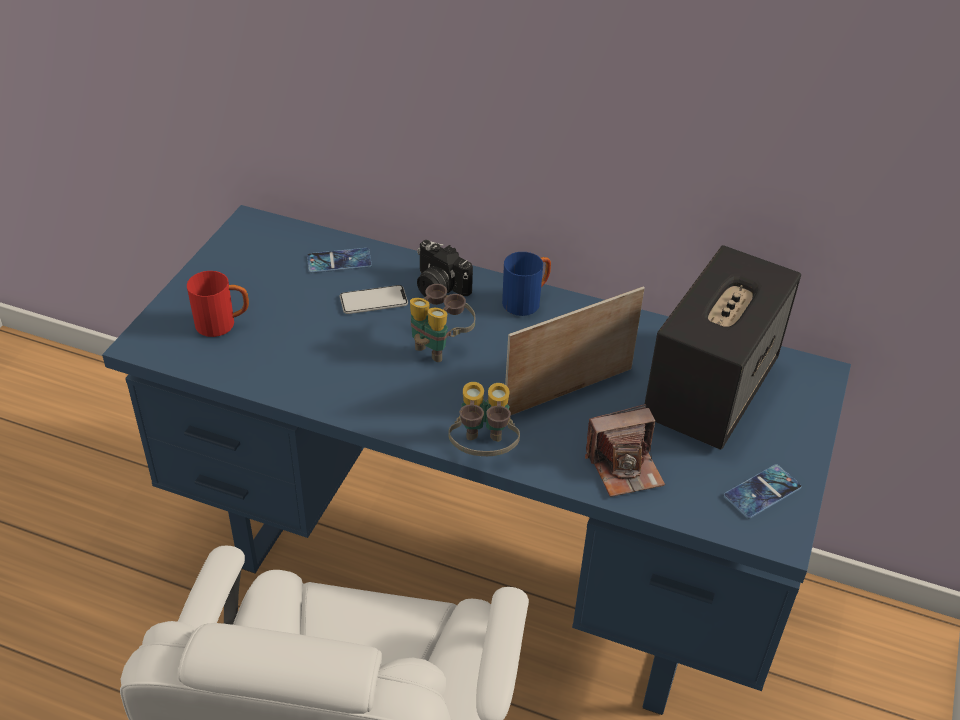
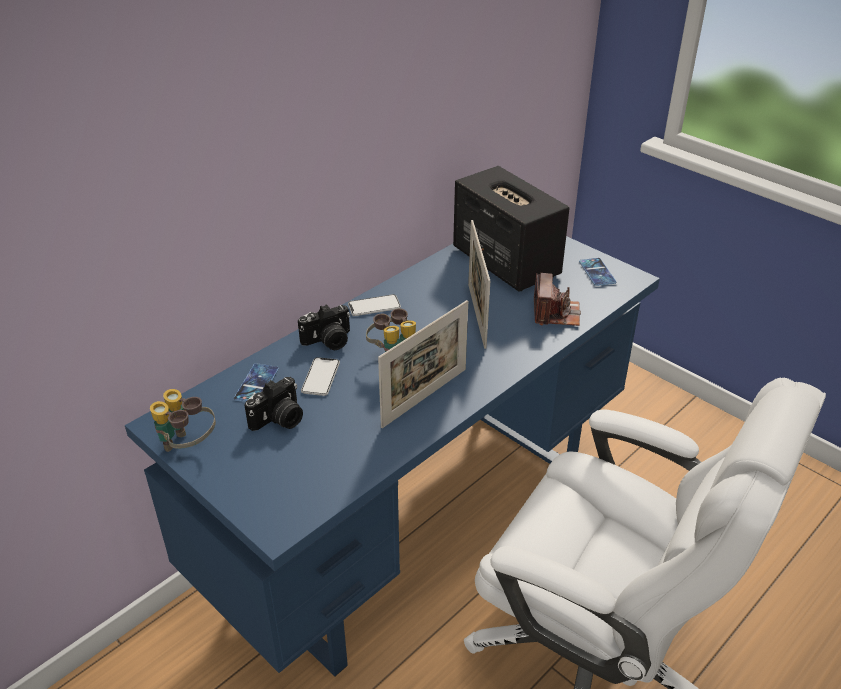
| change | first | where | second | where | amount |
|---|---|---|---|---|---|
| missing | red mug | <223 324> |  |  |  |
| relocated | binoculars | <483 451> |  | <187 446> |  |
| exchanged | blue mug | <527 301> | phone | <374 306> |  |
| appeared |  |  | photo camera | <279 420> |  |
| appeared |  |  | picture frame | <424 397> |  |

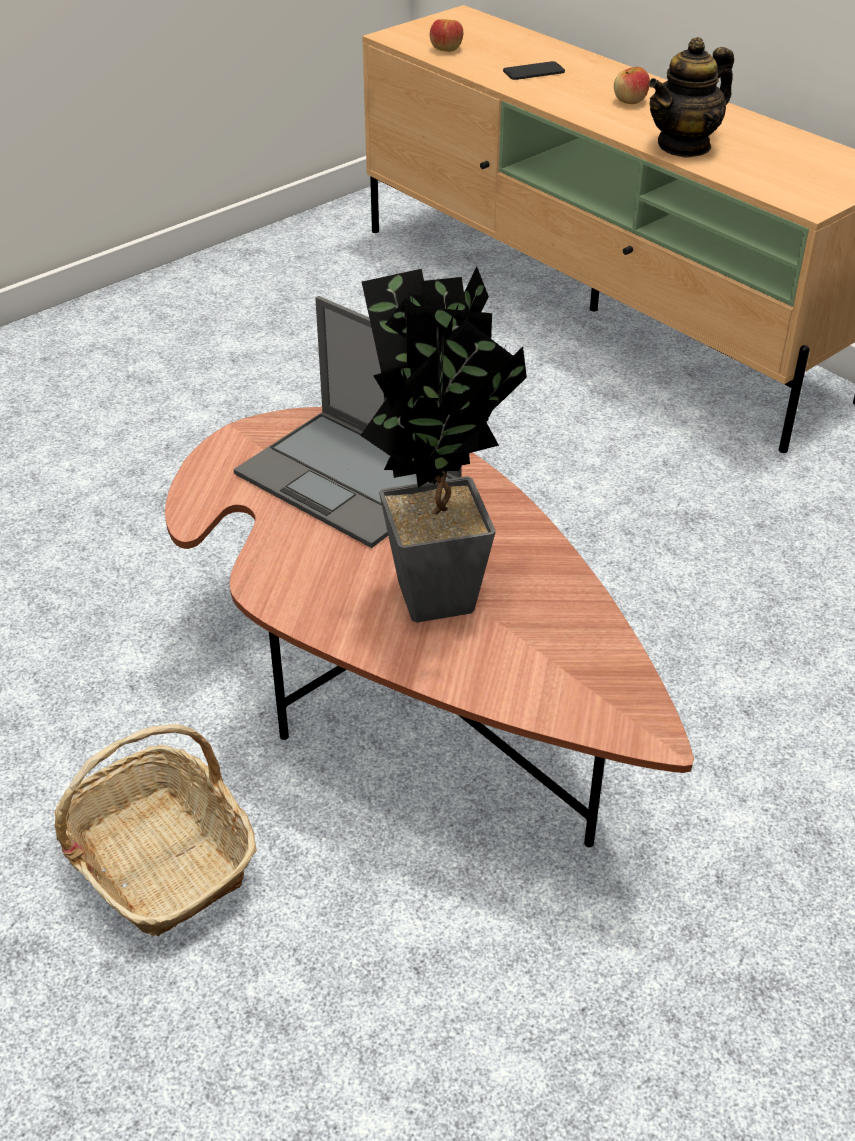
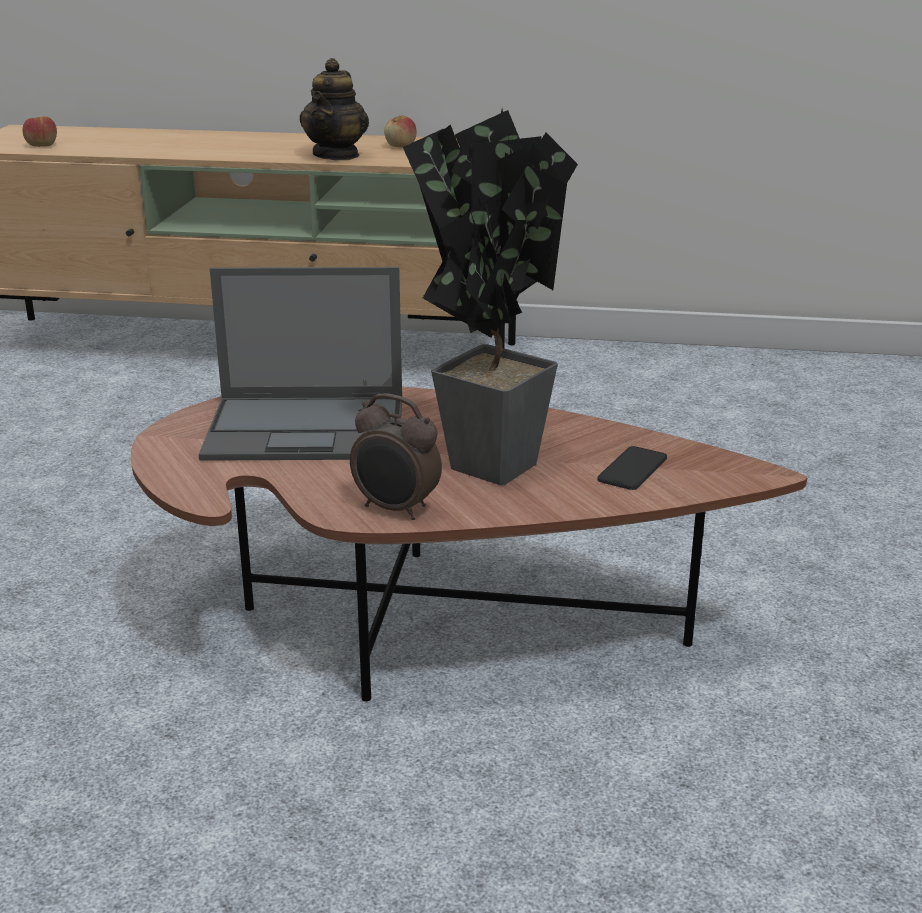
| change | first | where | second | where | amount |
|---|---|---|---|---|---|
| missing | basket | <158 858> |  |  |  |
| relocated | phone | <533 72> |  | <632 469> |  |
| relocated | apple | <630 101> |  | <400 146> |  |
| appeared |  |  | alarm clock | <396 510> |  |

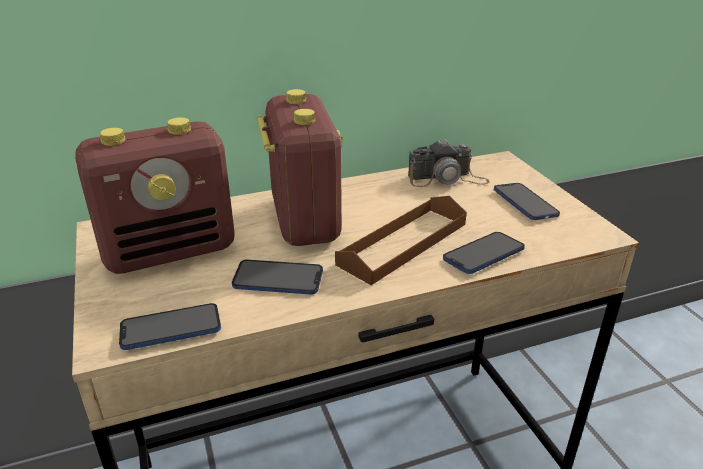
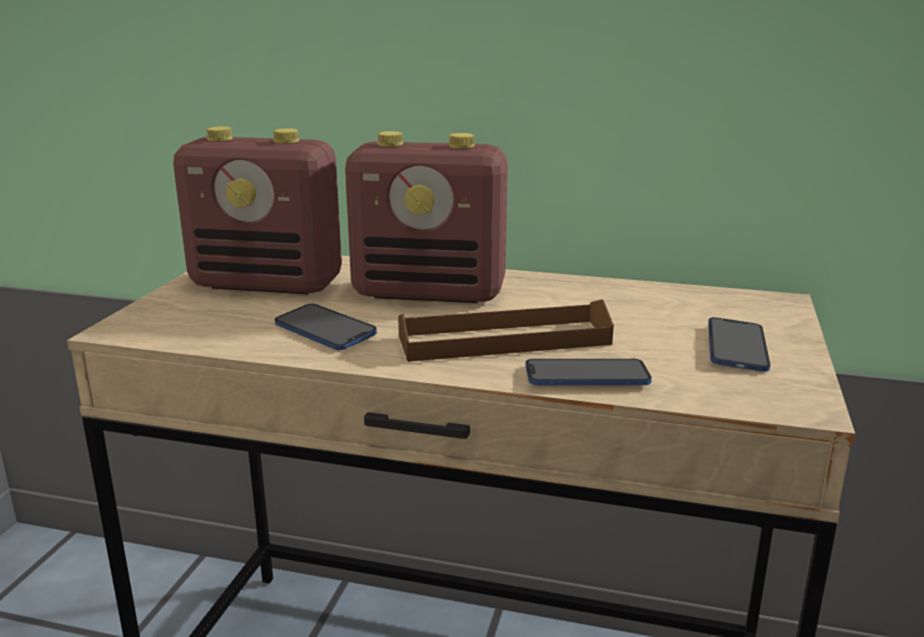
| change | first | where | second | where | amount |
|---|---|---|---|---|---|
| missing | phone | <171 328> |  |  |  |
| spun | radio | <304 219> |  | <431 293> | 75 degrees clockwise |
| missing | photo camera | <447 179> |  |  |  |

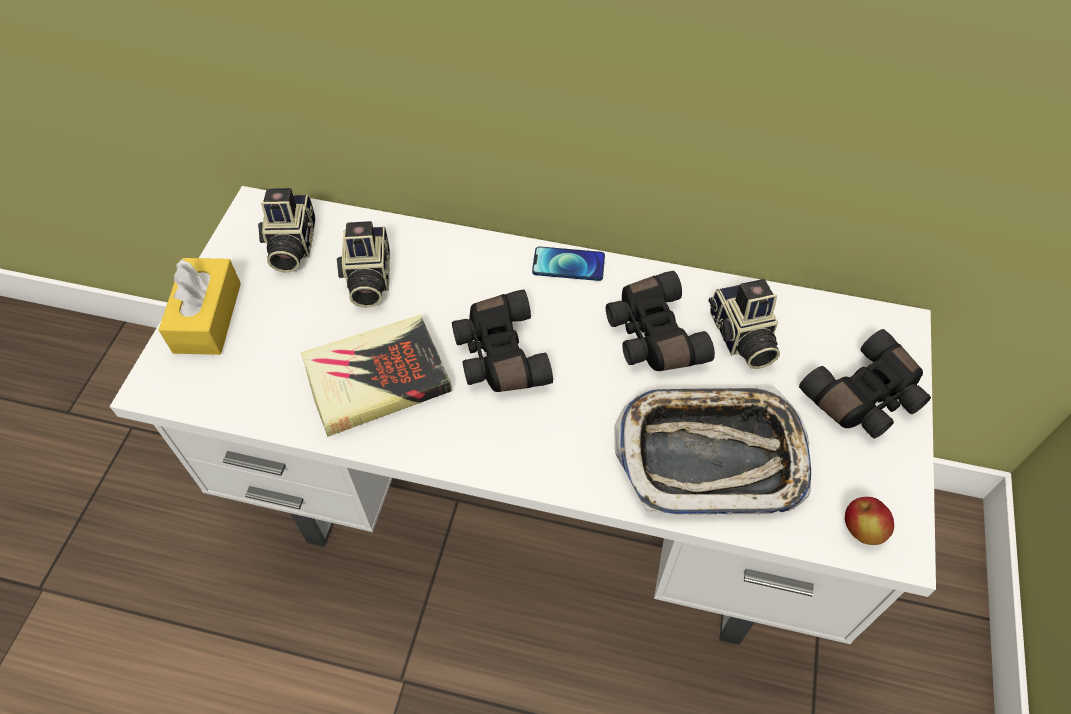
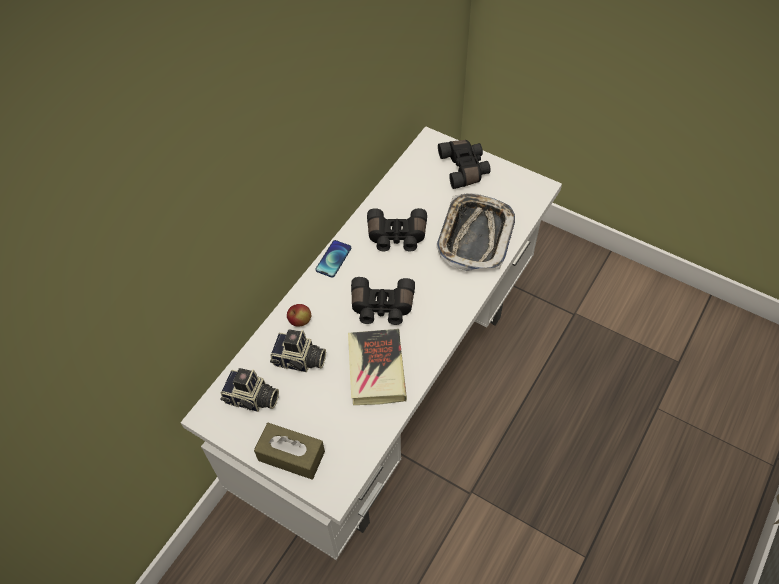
| change | first | where | second | where | amount |
|---|---|---|---|---|---|
| colour | yellow tissue box | <207 317> | brown tissue box | <291 456> |  |
| missing | photo camera | <740 338> |  |  |  |
| relocated | apple | <861 530> |  | <300 321> |  |

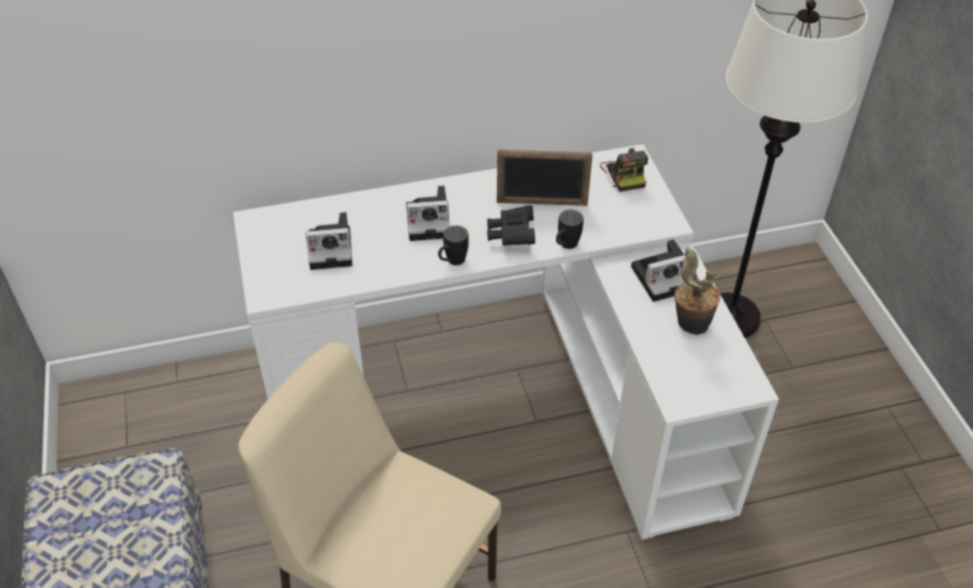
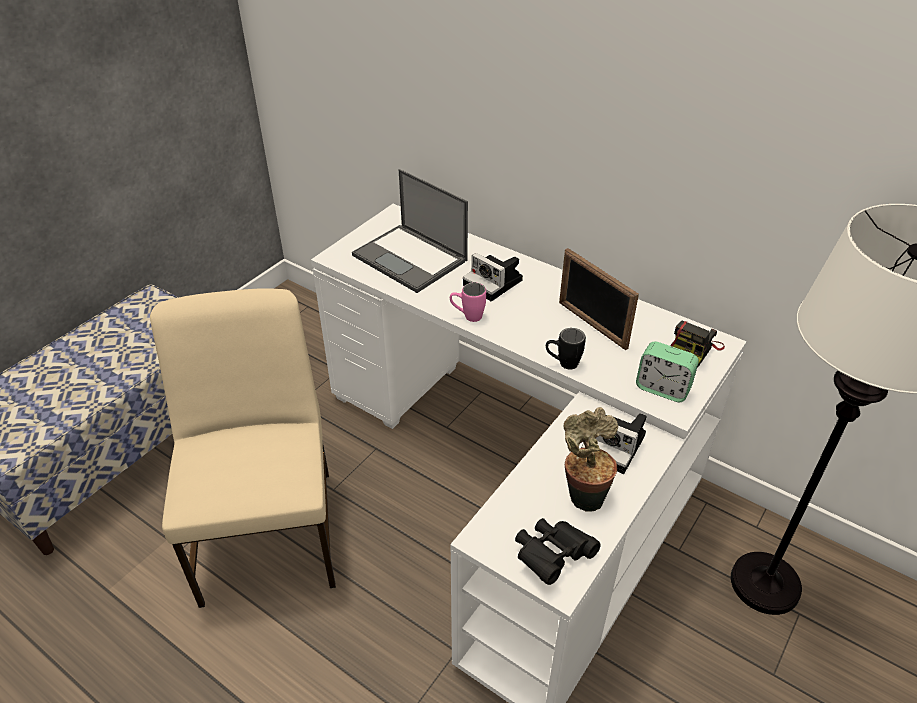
| change | first | where | second | where | amount |
|---|---|---|---|---|---|
| exchanged | photo camera | <333 249> | laptop | <411 258> |  |
| colour | black mug | <452 262> | pink mug | <467 316> |  |
| relocated | black binoculars | <511 235> |  | <552 556> |  |
| appeared |  |  | alarm clock | <662 388> |  |

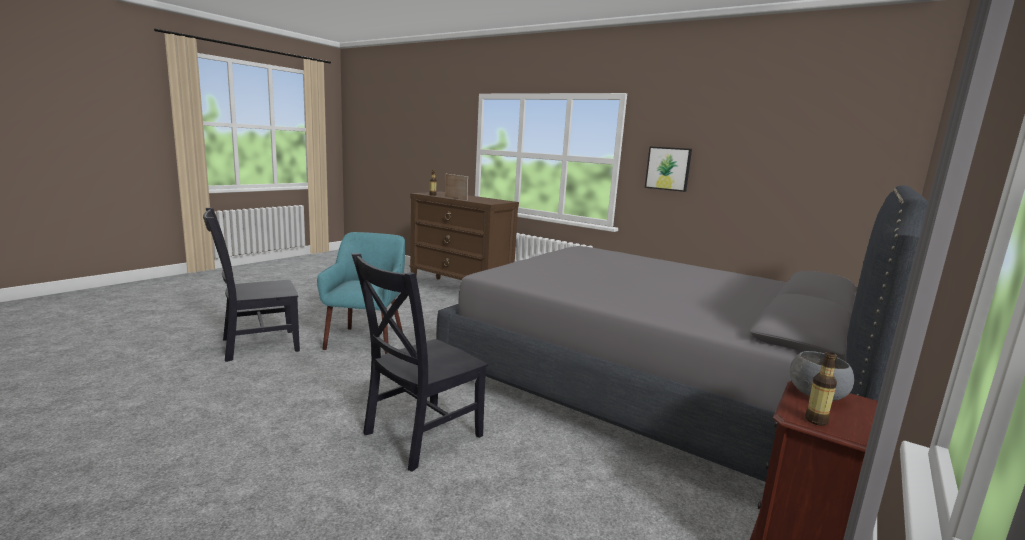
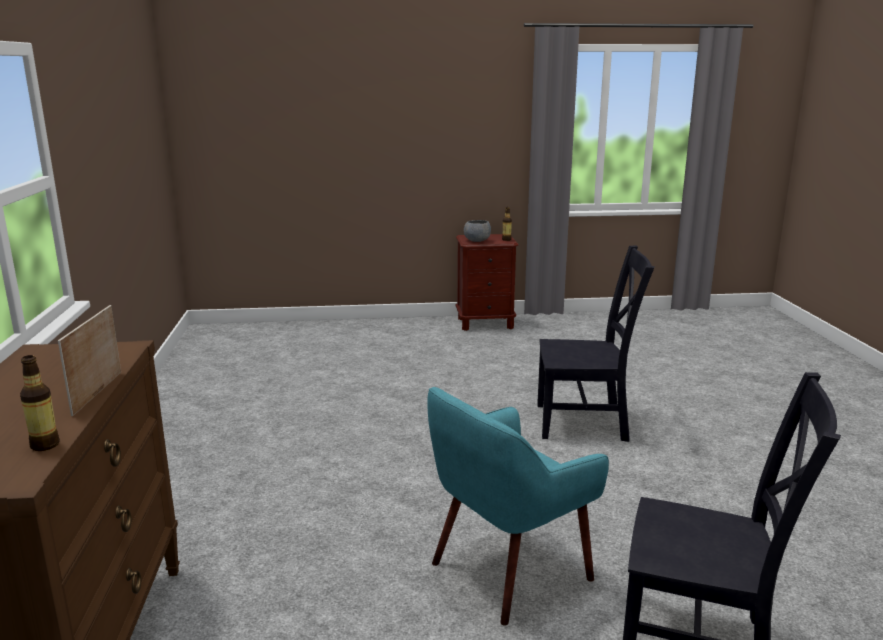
| change | first | where | second | where | amount |
|---|---|---|---|---|---|
| missing | grey bed | <650 388> |  |  |  |
| missing | picture | <668 168> |  |  |  |

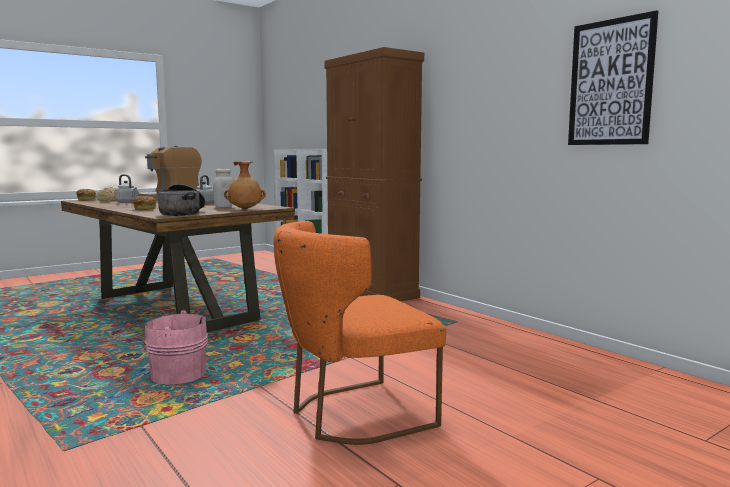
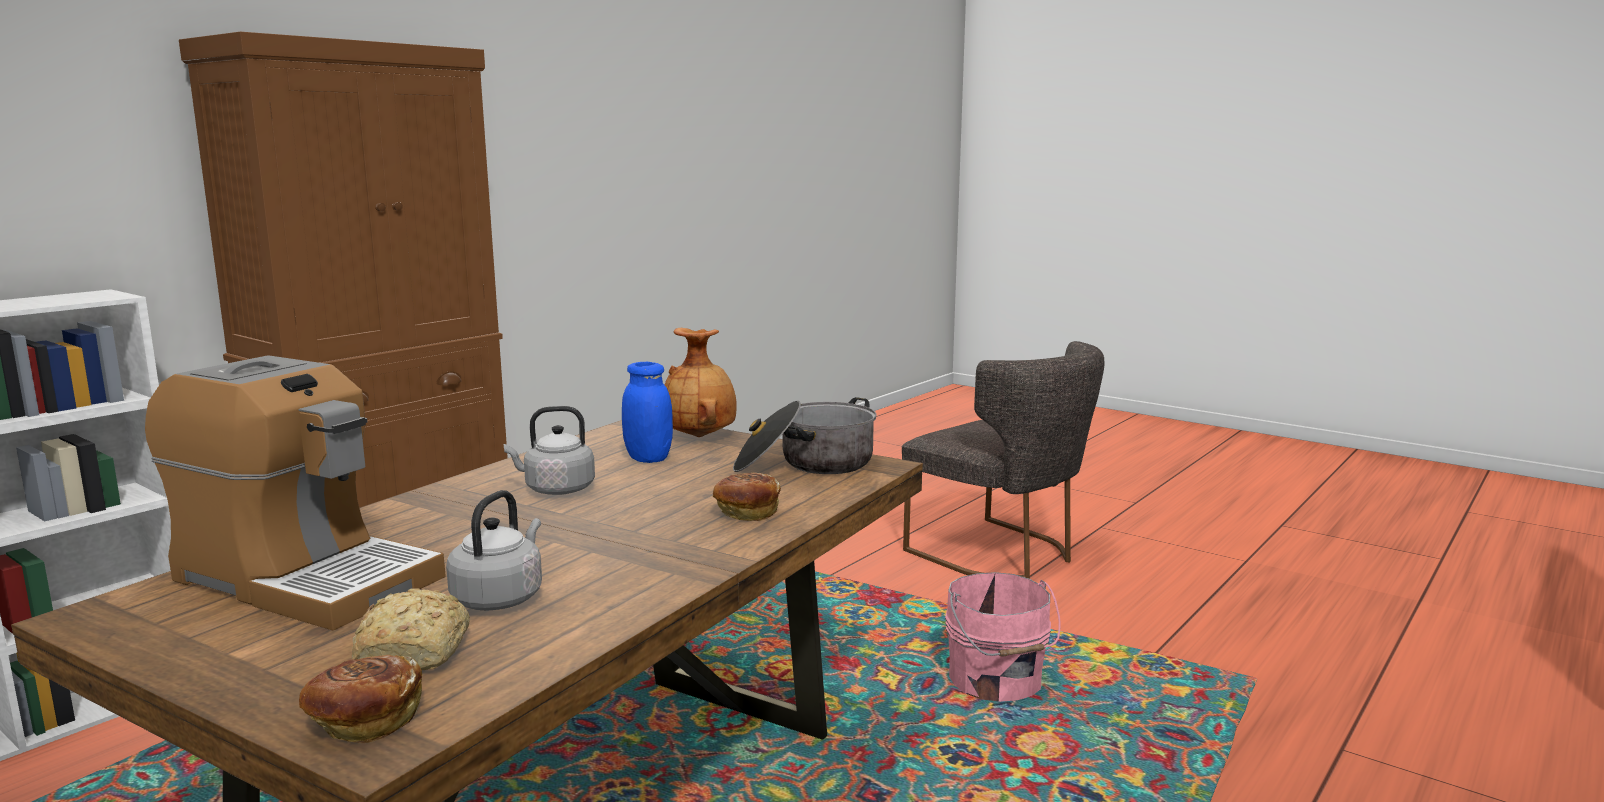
| change | first | where | second | where | amount |
|---|---|---|---|---|---|
| colour | white jar | <224 207> | blue jar | <648 458> |  |
| colour | orange chair | <352 415> | grey chair | <1002 554> |  |
| missing | picture | <610 83> |  |  |  |

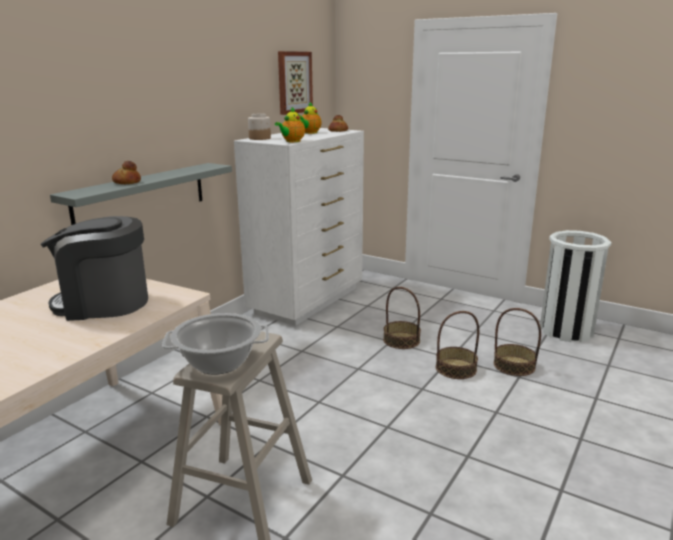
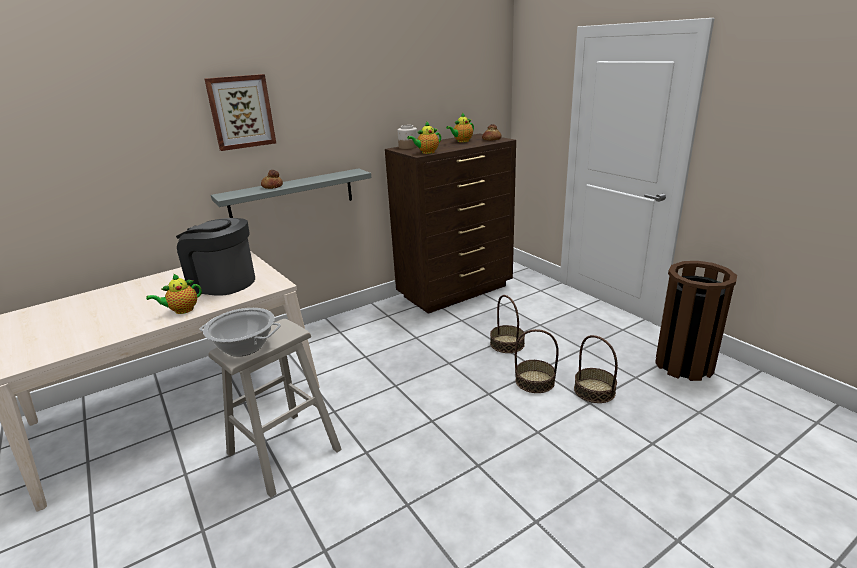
| change | first | where | second | where | amount |
|---|---|---|---|---|---|
| colour | white dresser | <308 300> | brown dresser | <456 291> |  |
| relocated | picture | <294 82> |  | <241 112> |  |
| colour | white trash can | <566 330> | brown trash can | <684 365> |  |
| appeared |  |  | teapot | <182 310> |  |

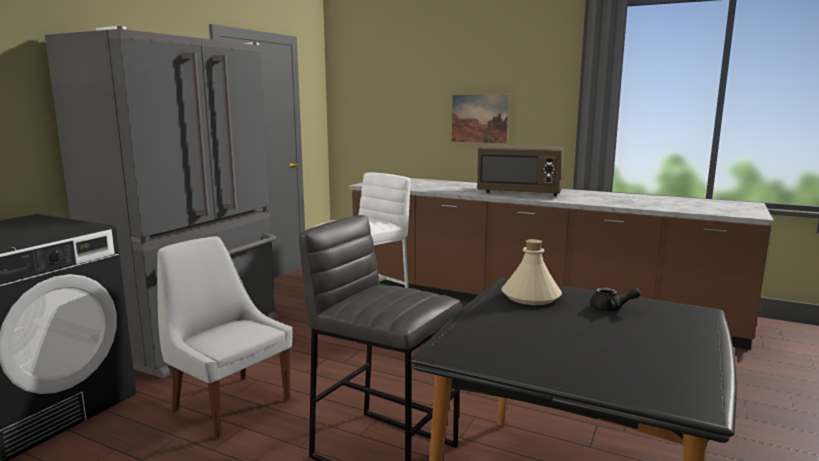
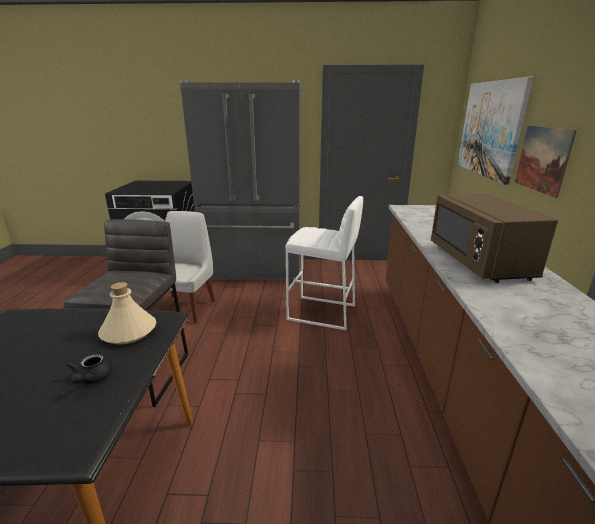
| change | first | where | second | where | amount |
|---|---|---|---|---|---|
| appeared |  |  | picture | <490 129> |  |

